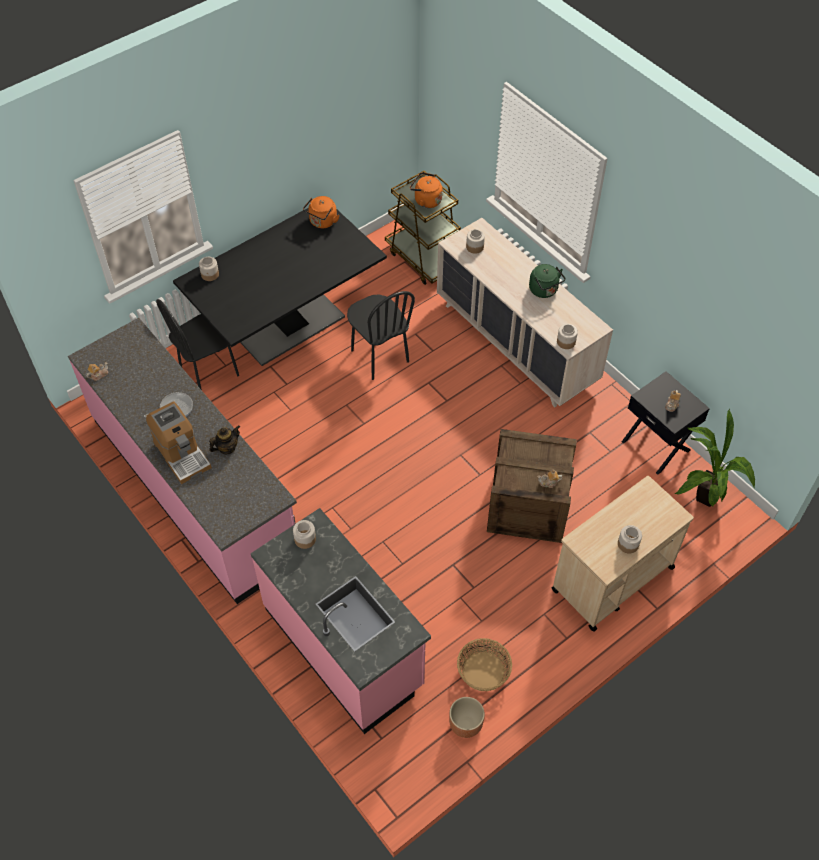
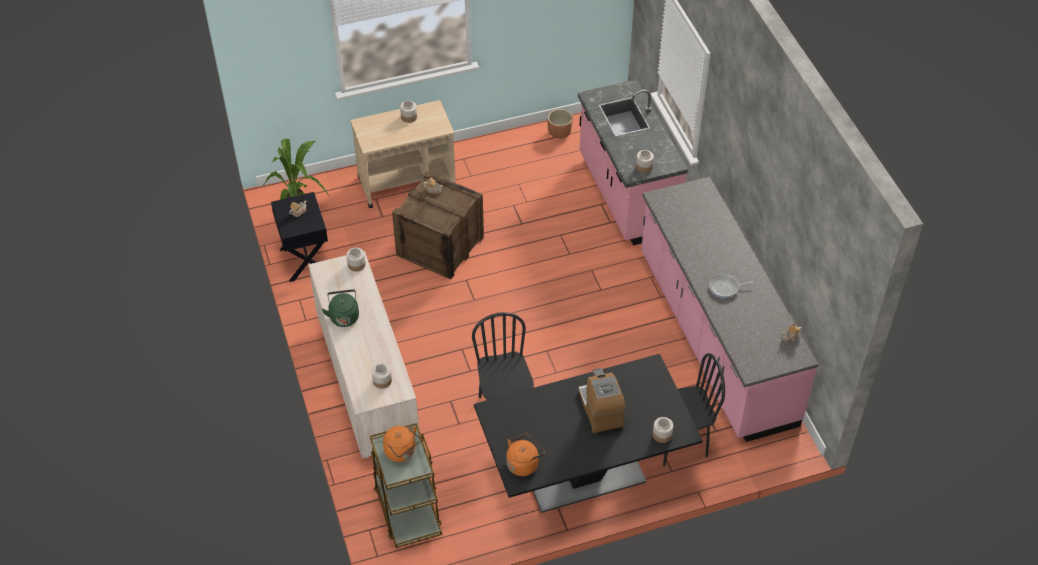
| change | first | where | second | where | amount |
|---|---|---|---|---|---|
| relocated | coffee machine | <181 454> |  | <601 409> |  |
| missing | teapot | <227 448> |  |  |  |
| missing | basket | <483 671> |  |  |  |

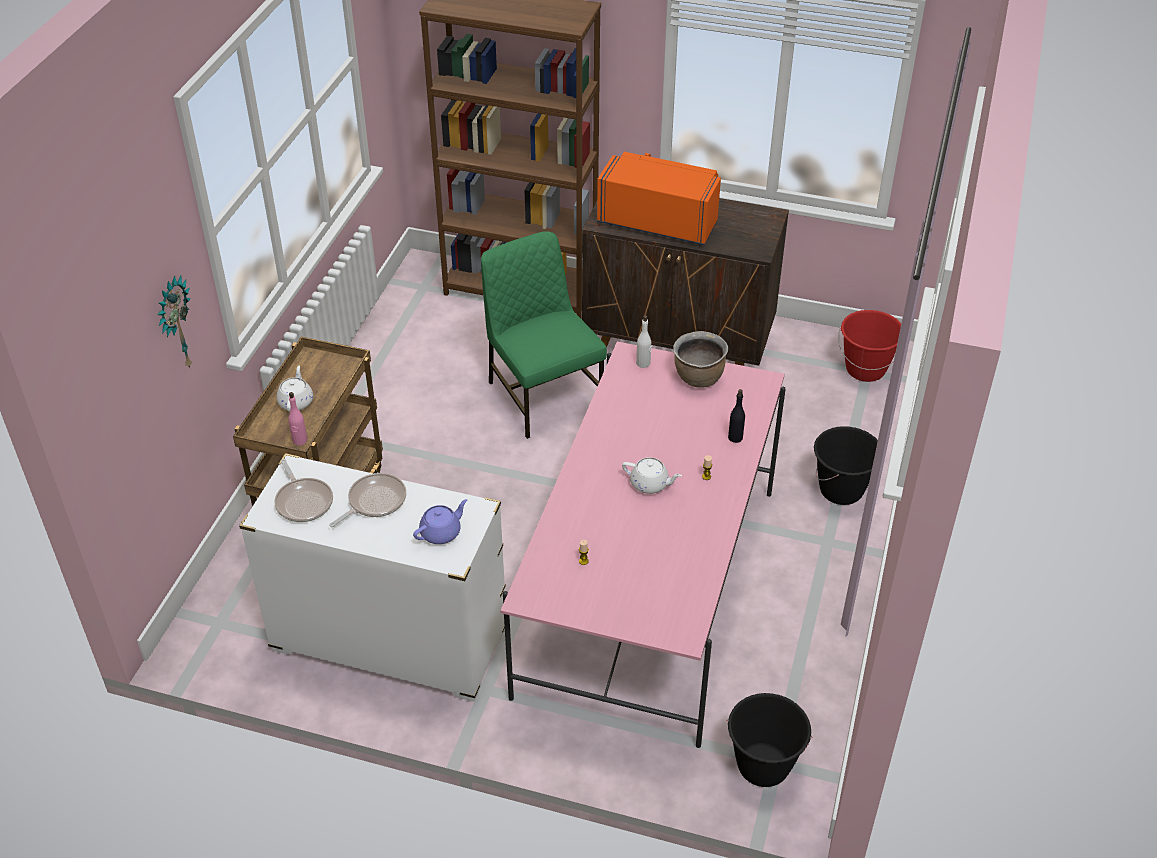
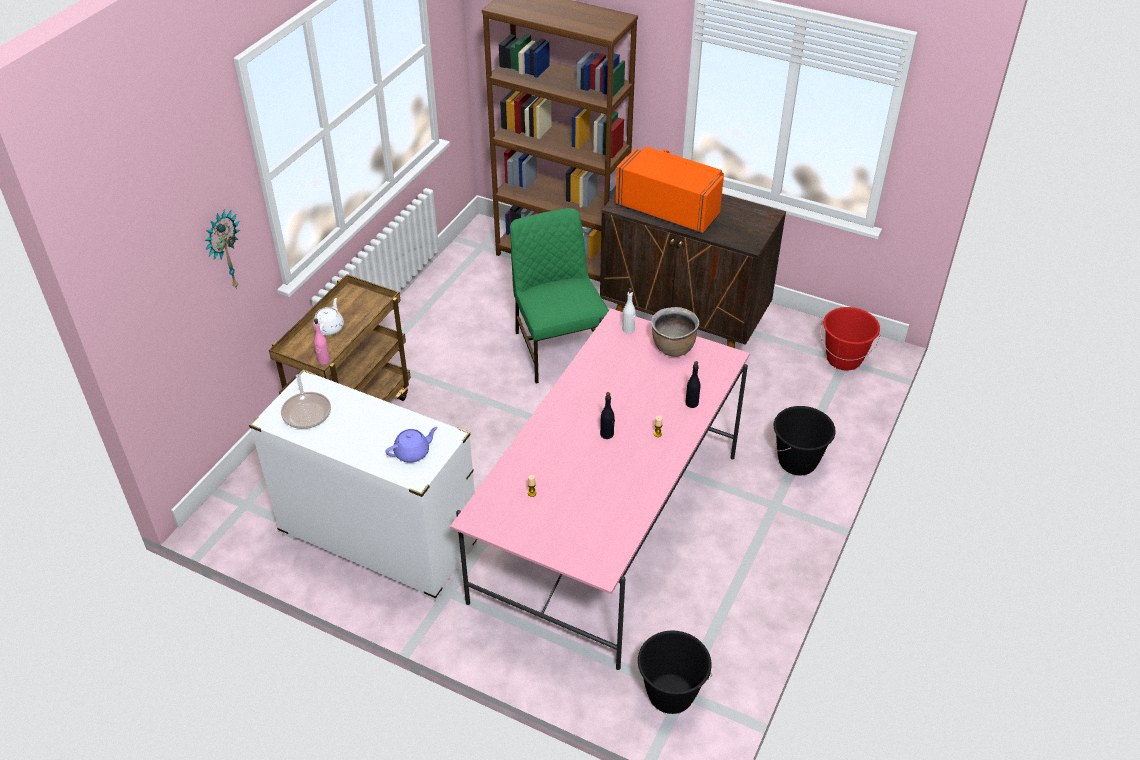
| change | first | where | second | where | amount |
|---|---|---|---|---|---|
| missing | frying pan | <374 501> |  |  |  |
| exchanged | white teapot | <650 484> | black bottle | <607 434> |  |

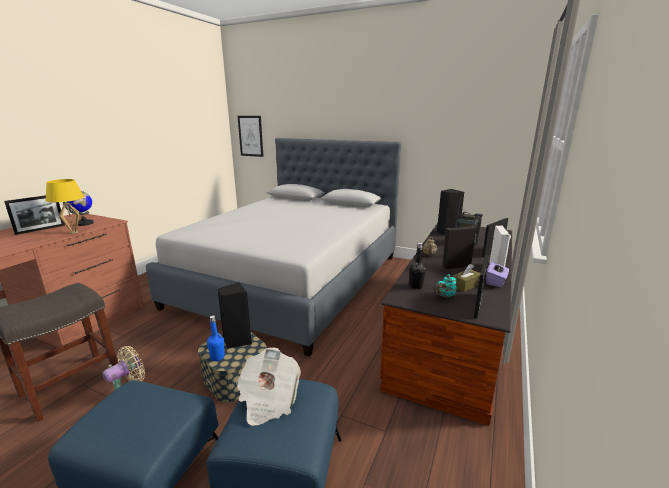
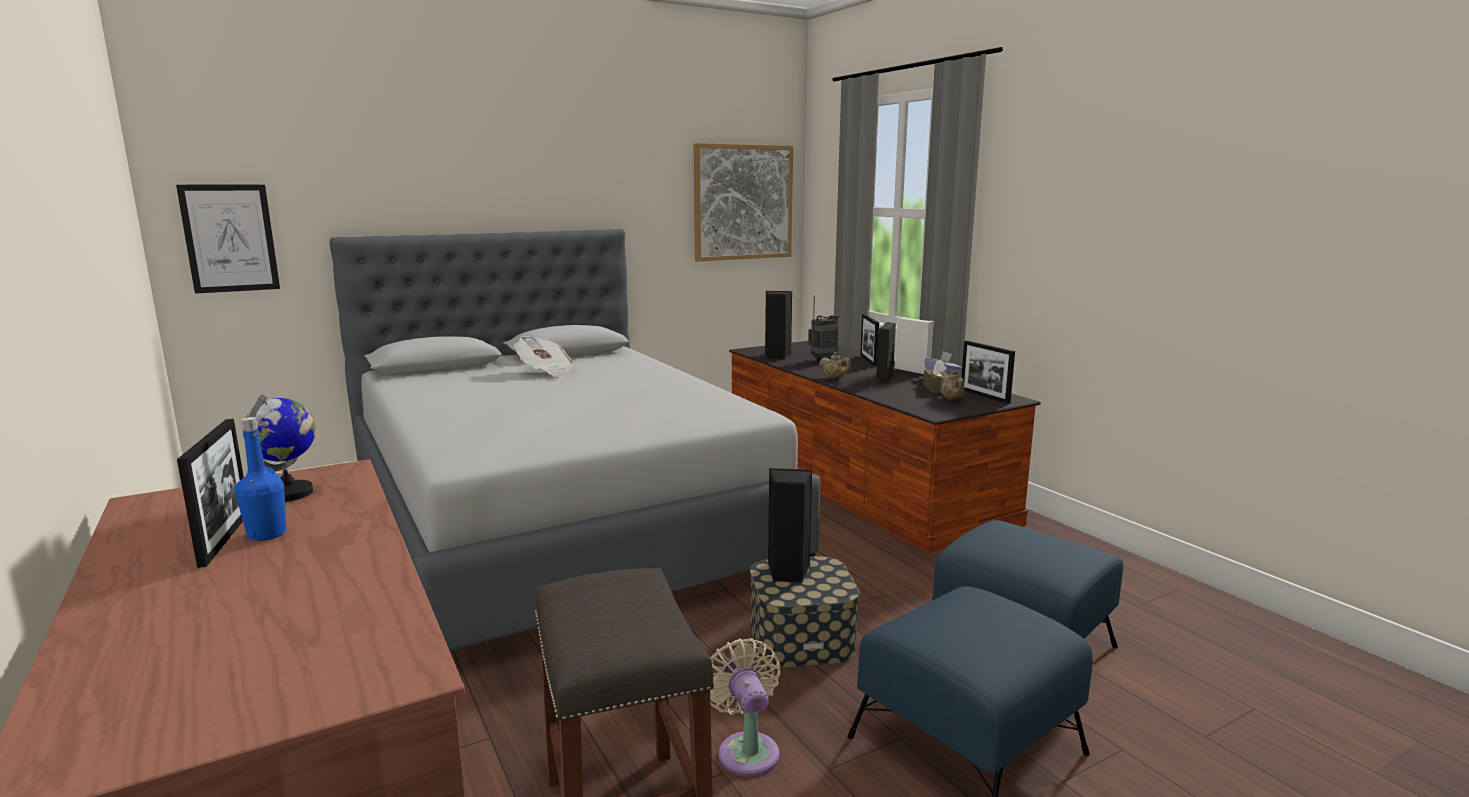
| change | first | where | second | where | amount |
|---|---|---|---|---|---|
| missing | yellow table lamp | <74 232> |  |  |  |
| relocated | blue bottle | <217 357> |  | <267 534> |  |
| relocated | newspaper | <268 399> |  | <546 372> |  |
| missing | black bottle | <416 286> |  |  |  |
| colour | turquoise teapot | <445 296> | beige teapot | <952 400> |  |
| appeared |  |  | picture | <743 202> |  |

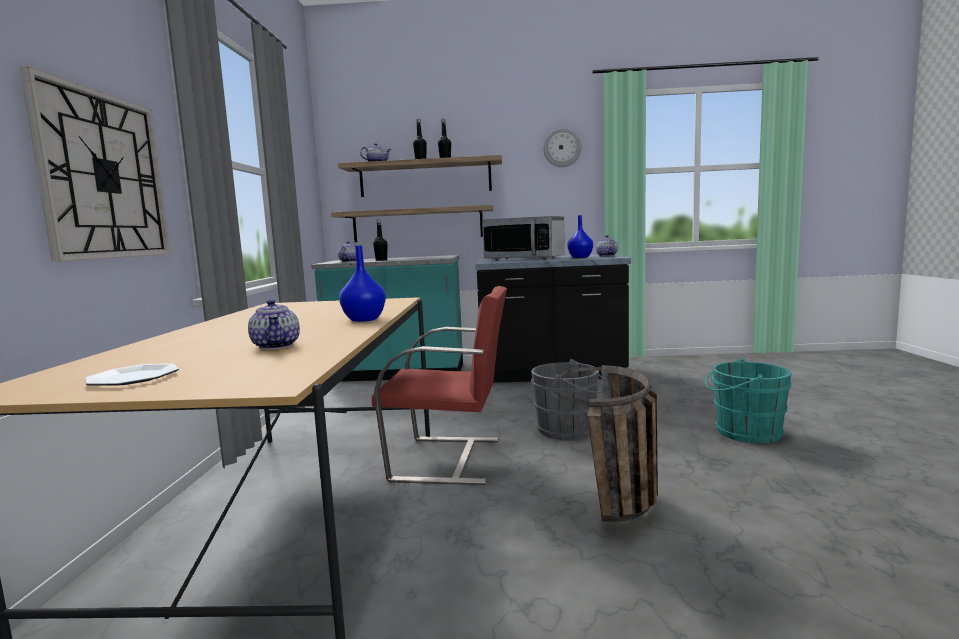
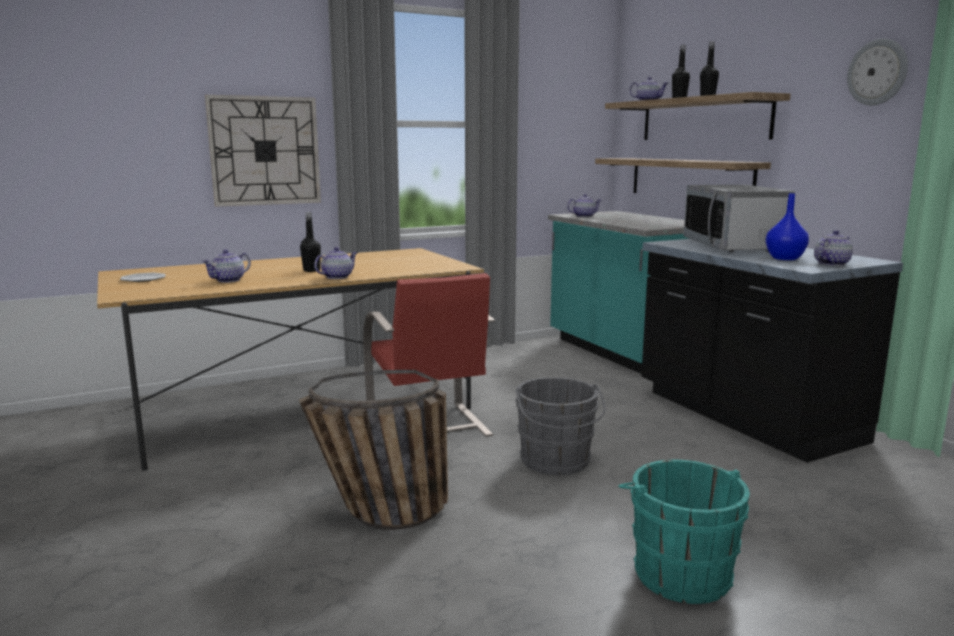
| change | first | where | second | where | amount |
|---|---|---|---|---|---|
| exchanged | blue vase | <363 319> | teapot | <337 277> |  |
| relocated | black bottle | <381 260> |  | <311 270> |  |

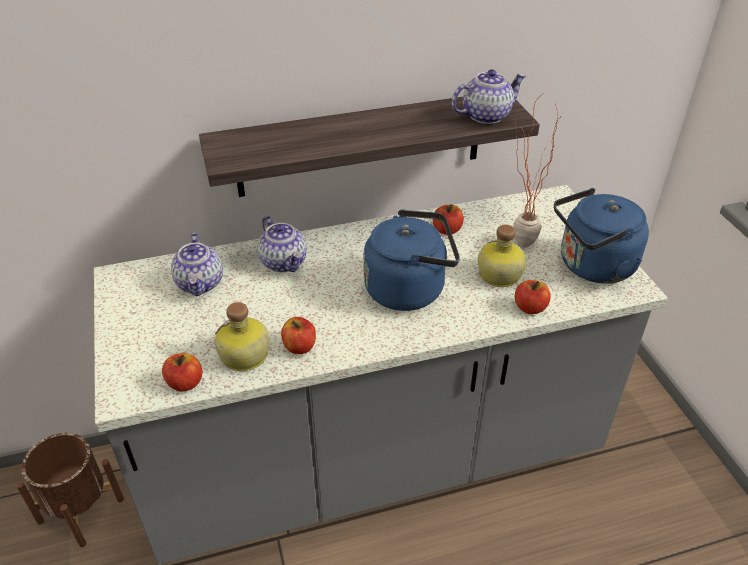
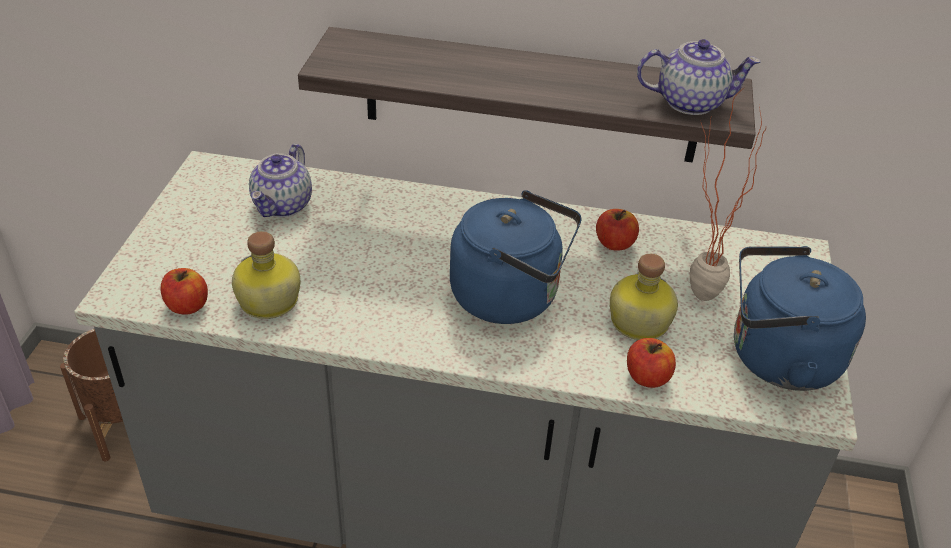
| change | first | where | second | where | amount |
|---|---|---|---|---|---|
| missing | teapot | <284 262> |  |  |  |
| missing | apple | <299 346> |  |  |  |

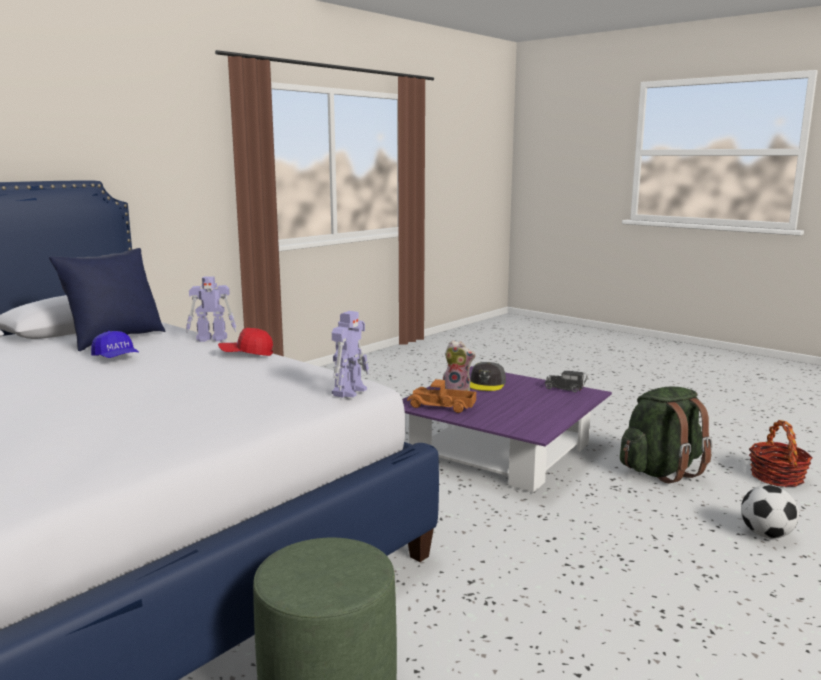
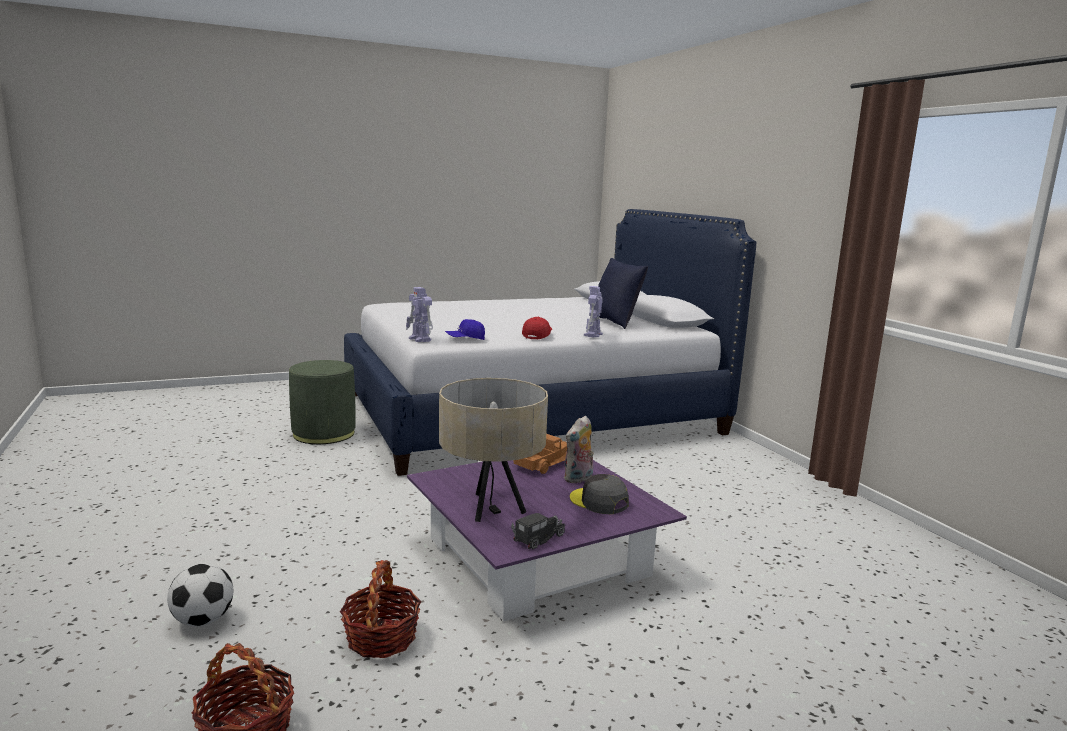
| change | first | where | second | where | amount |
|---|---|---|---|---|---|
| relocated | blue cap | <116 358> |  | <465 339> |  |
| exchanged | green backpack | <661 471> | basket | <381 638> |  |
| appeared |  |  | beige table lamp | <491 507> |  |

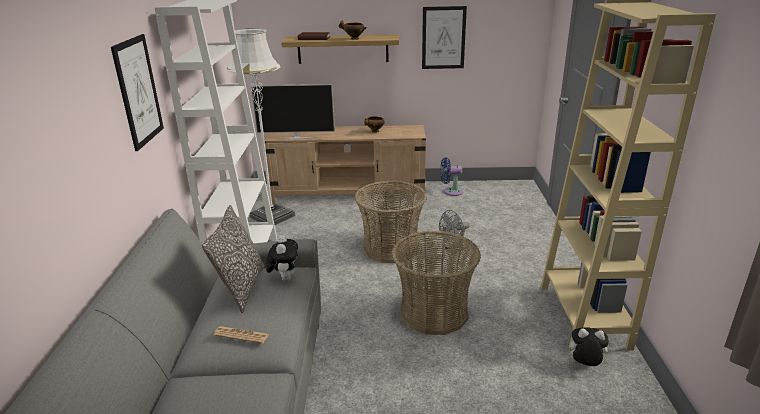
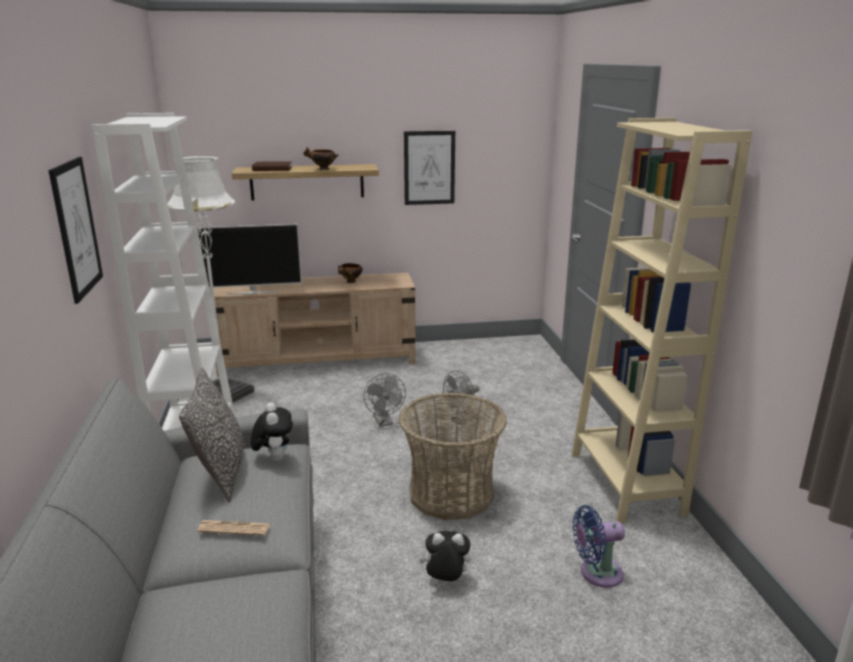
| change | first | where | second | where | amount |
|---|---|---|---|---|---|
| exchanged | basket | <391 248> | grey fan | <384 422> |  |
| relocated | blue fan | <451 191> |  | <597 573> |  |
| relocated | plush toy | <584 365> |  | <445 580> |  |

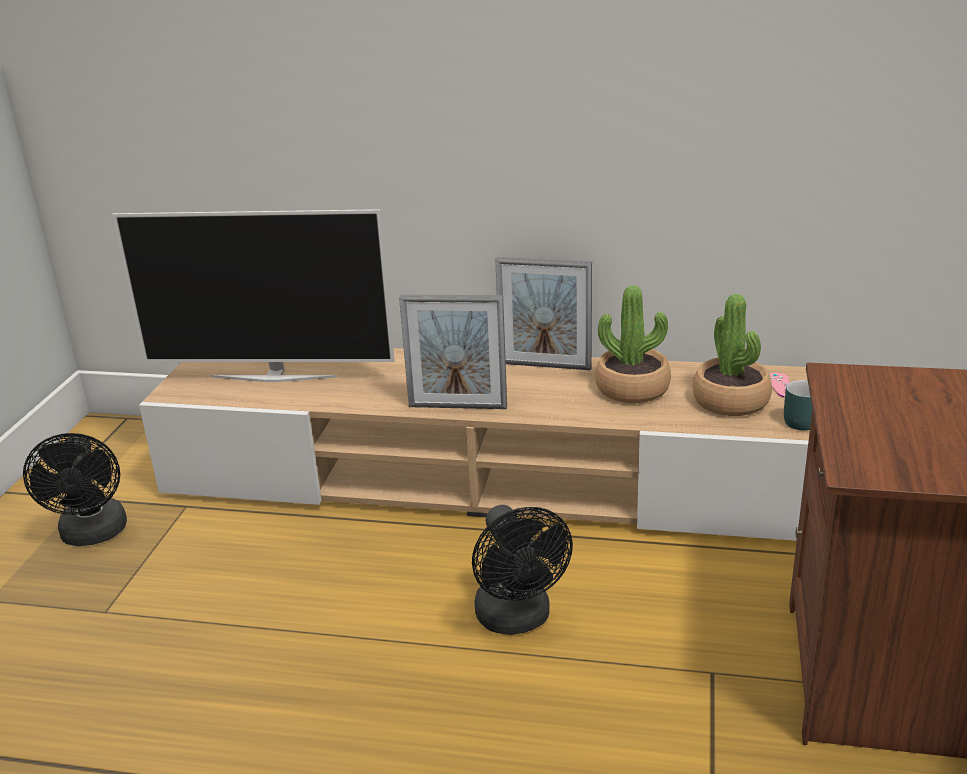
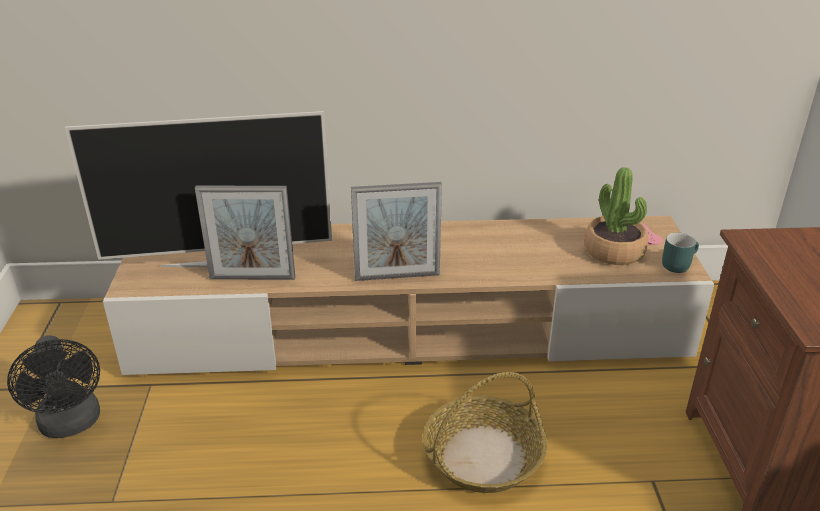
| change | first | where | second | where | amount |
|---|---|---|---|---|---|
| exchanged | black fan | <517 619> | basket | <483 456> |  |
| relocated | picture frame | <545 366> |  | <252 278> |  |
| missing | potted plant | <632 389> |  |  |  |

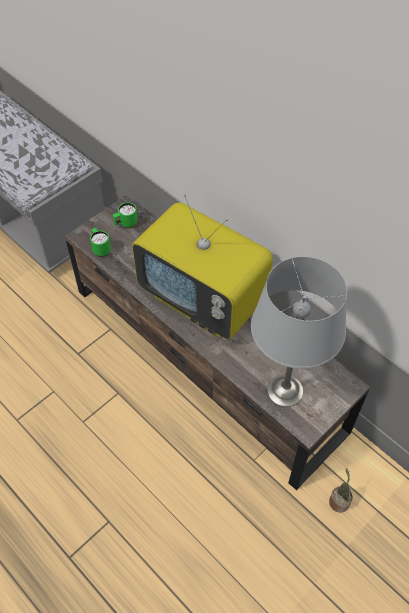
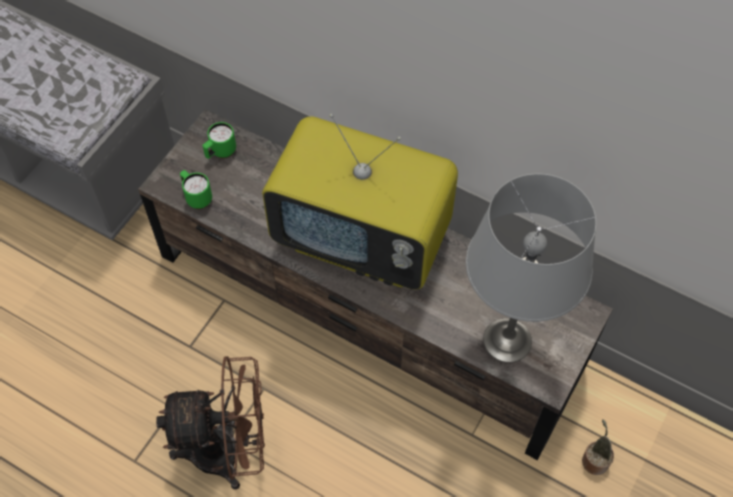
| change | first | where | second | where | amount |
|---|---|---|---|---|---|
| appeared |  |  | brown fan | <229 451> |  |

